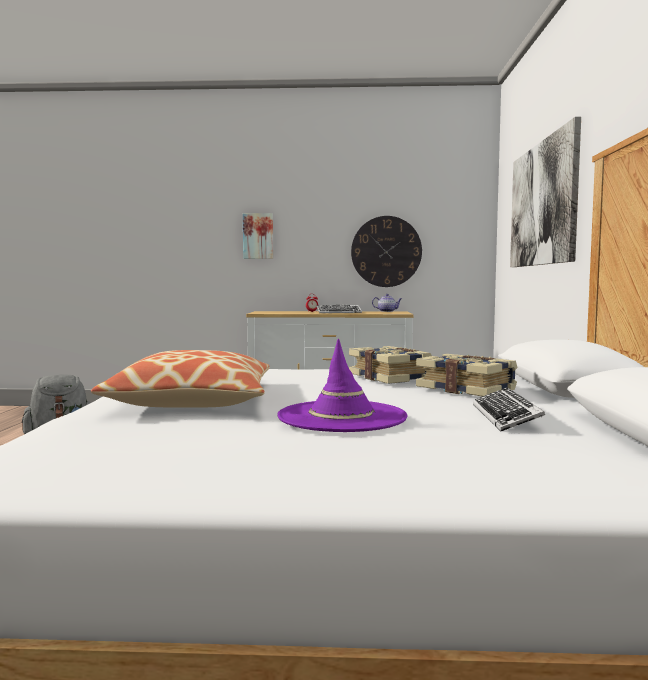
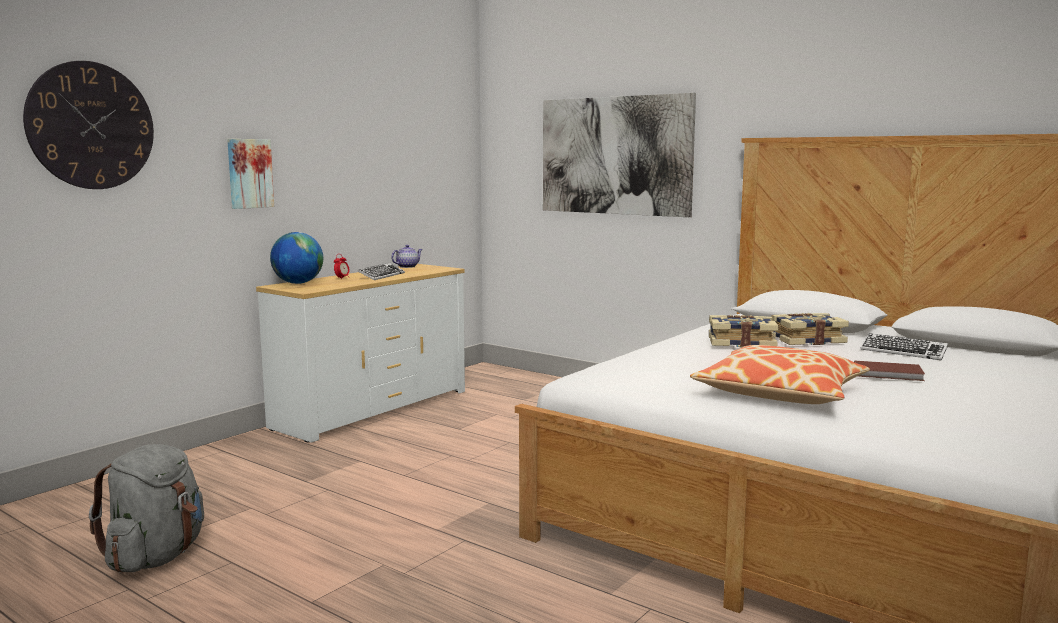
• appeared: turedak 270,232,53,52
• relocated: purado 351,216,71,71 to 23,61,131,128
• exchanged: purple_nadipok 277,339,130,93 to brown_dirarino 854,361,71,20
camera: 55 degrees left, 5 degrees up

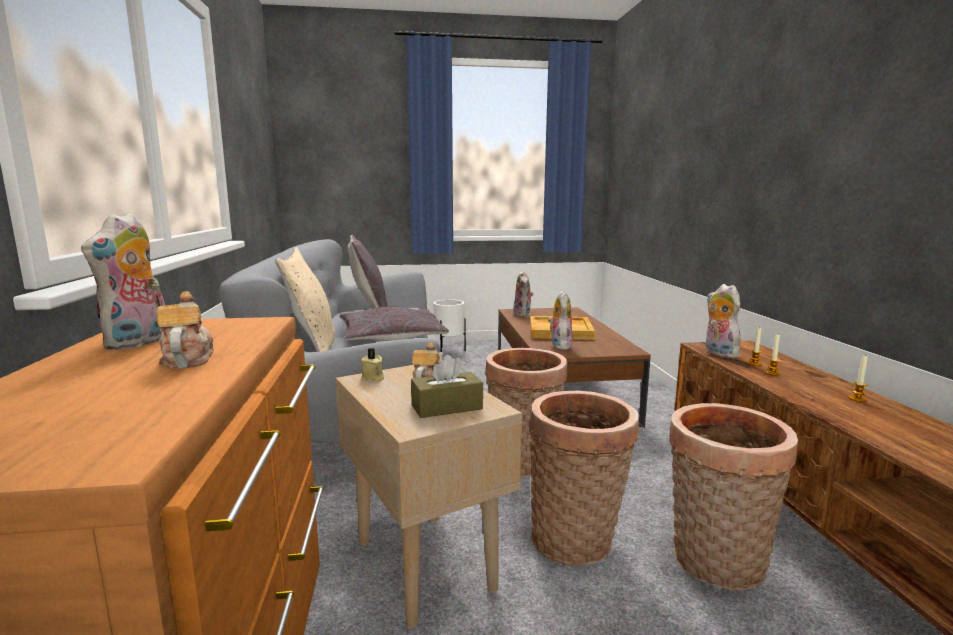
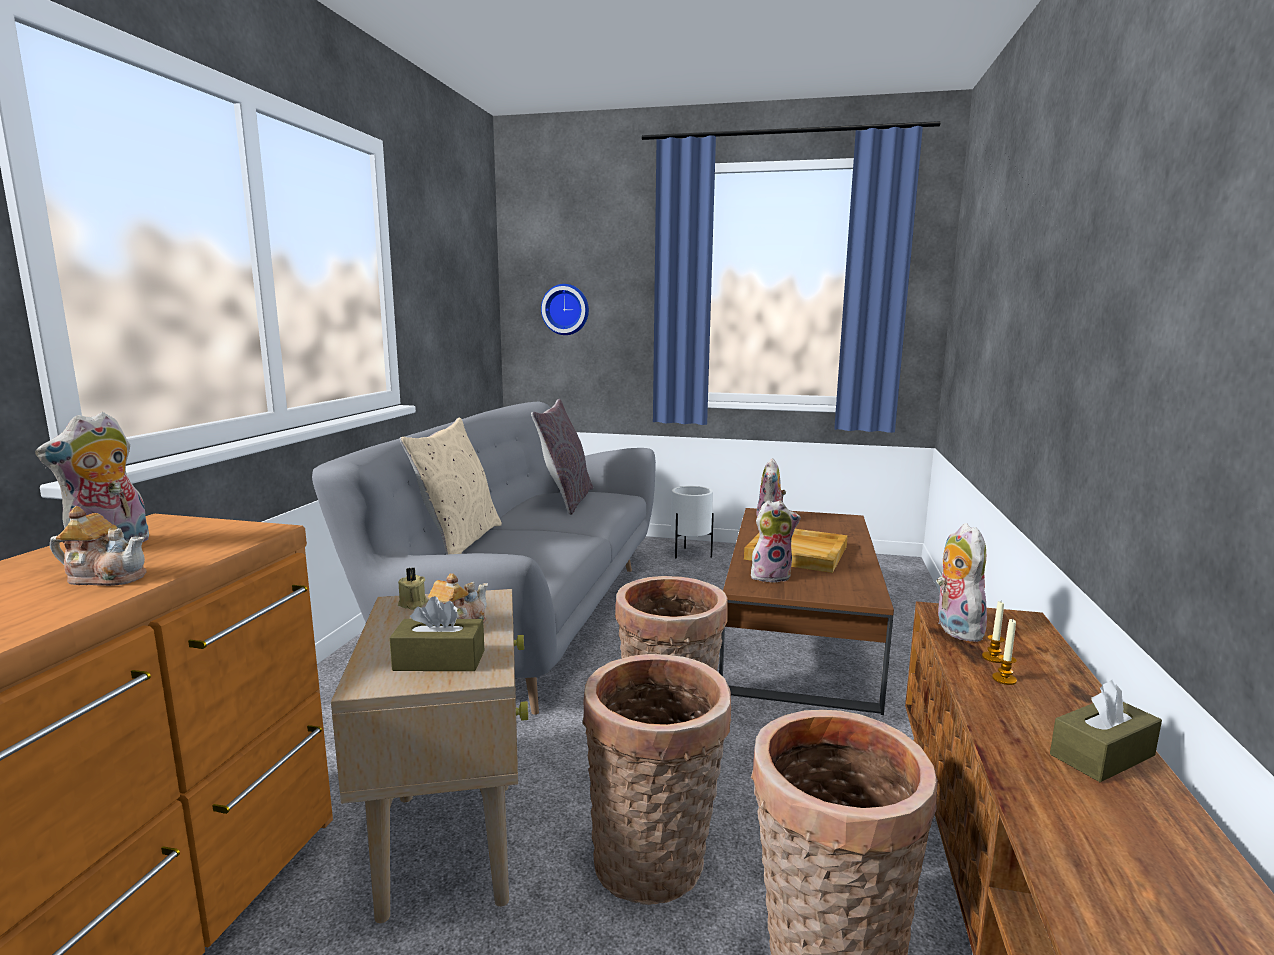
• missing: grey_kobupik 339,307,110,34
• appeared: purado 541,284,48,51
• exchanged: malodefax 848,354,20,48 to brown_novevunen 1050,680,112,102
• spun: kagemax 157,291,57,77 = 50,506,97,80 90 degrees clockwise
• spun: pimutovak 548,290,25,60 = 751,500,50,83 60 degrees clockwise
camera: 20 degrees right, 0 degrees up

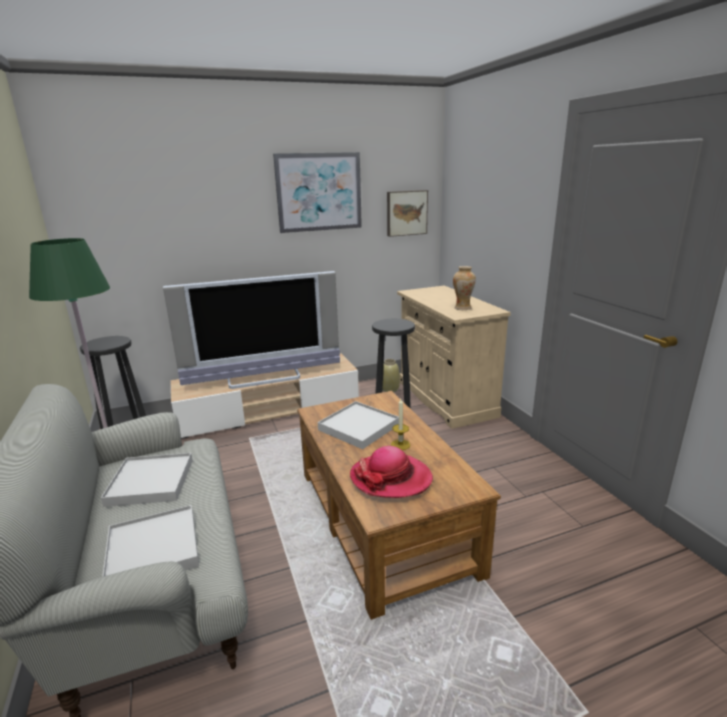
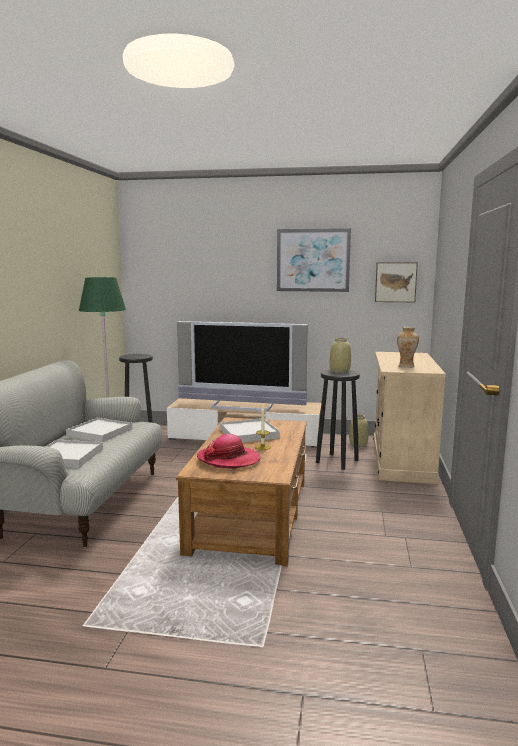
• appeared: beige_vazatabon 330,338,21,35
camera: 30 degrees right, 10 degrees down

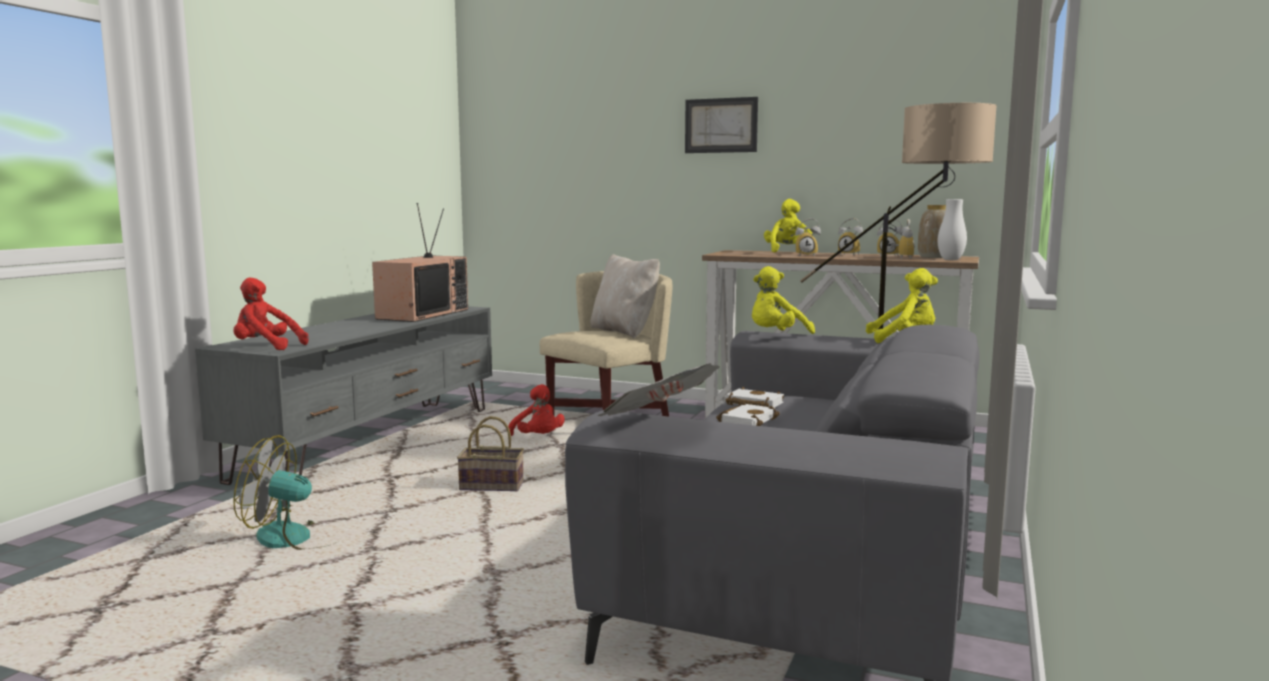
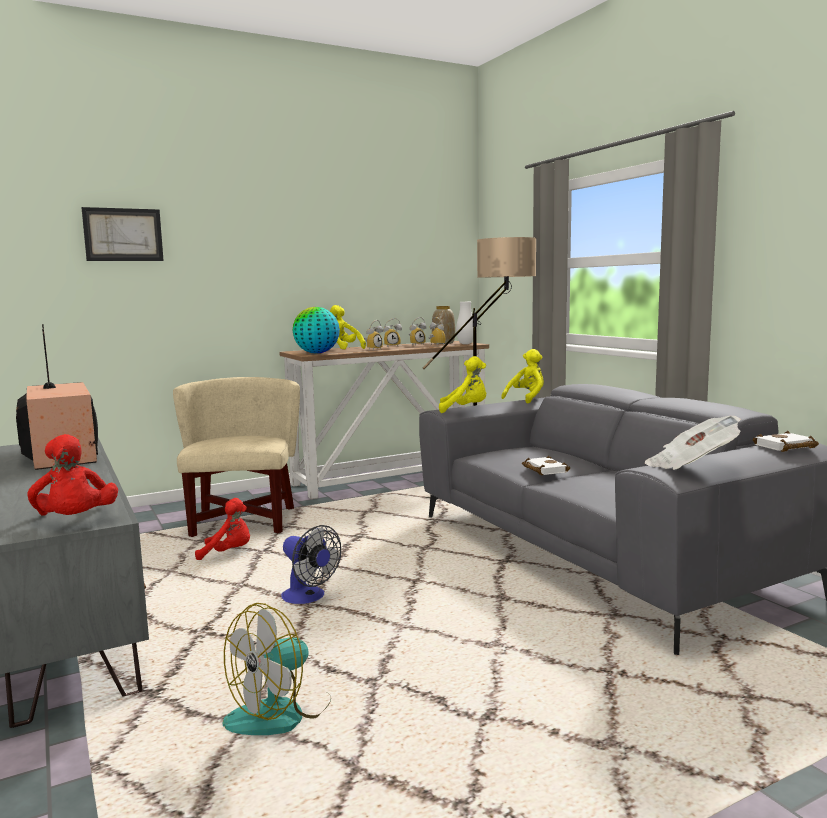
• missing: beige_kobupik 591,254,69,84
• appeared: turedak 293,307,47,47
• relocated: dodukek 685,97,73,56 to 81,207,83,54
• relocated: white_dirarino 726,387,58,21 to 753,431,66,21
• exchanged: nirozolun 457,416,67,75 to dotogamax 281,525,60,79
• spun: red_pimutovak 234,277,75,73 = 27,434,91,82 75 degrees counterclockwise
• spun: yellow_pimutovak 752,266,63,68 = 439,356,47,57 90 degrees counterclockwise
camera: 50 degrees left, 0 degrees up

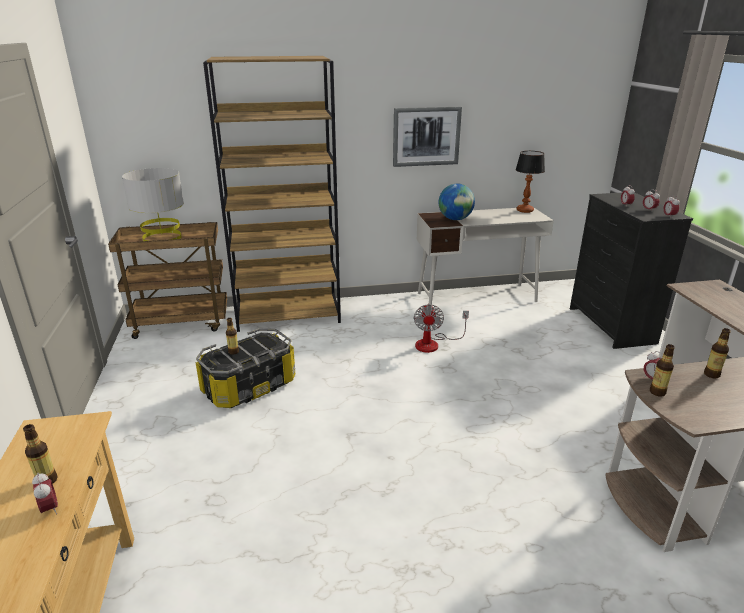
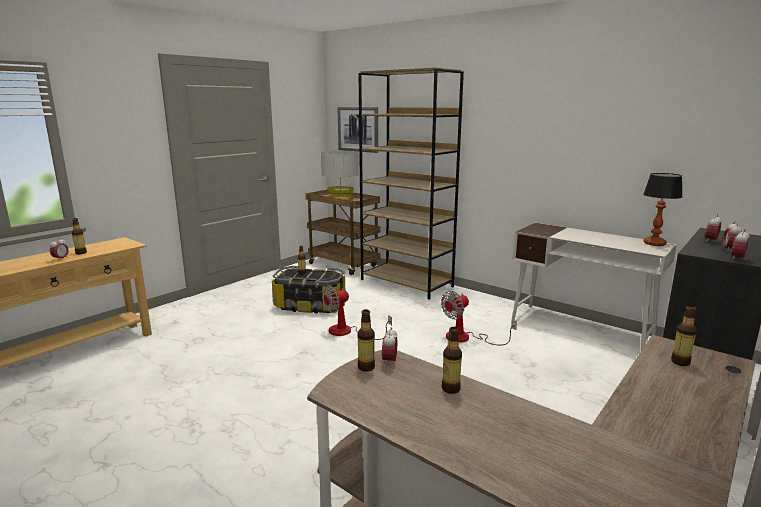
• missing: turedak 439,184,36,36
• appeared: dotogamax 322,285,70,55
• appeared: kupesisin 671,305,26,61
• relocated: dodukek 393,107,69,60 to 337,107,41,46
camera: 50 degrees right, 10 degrees down

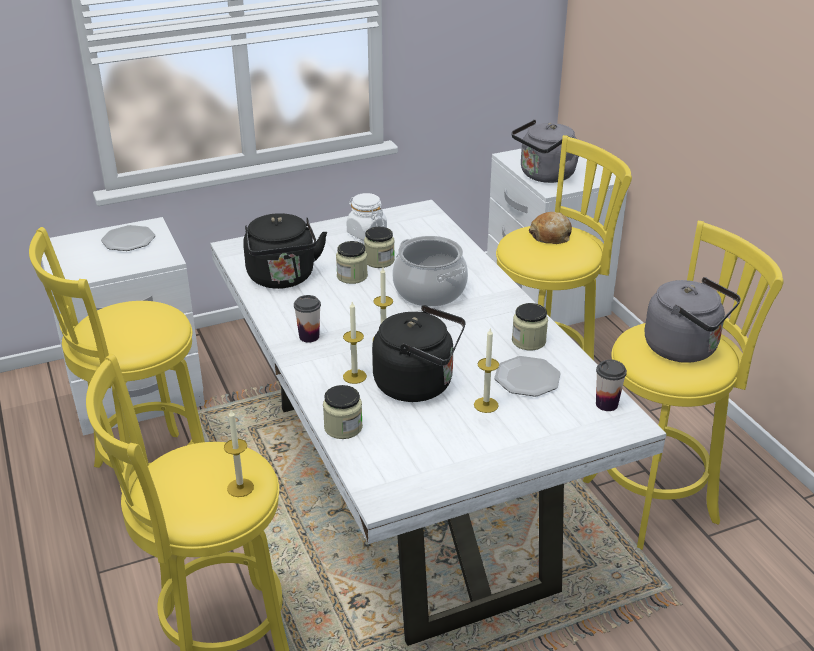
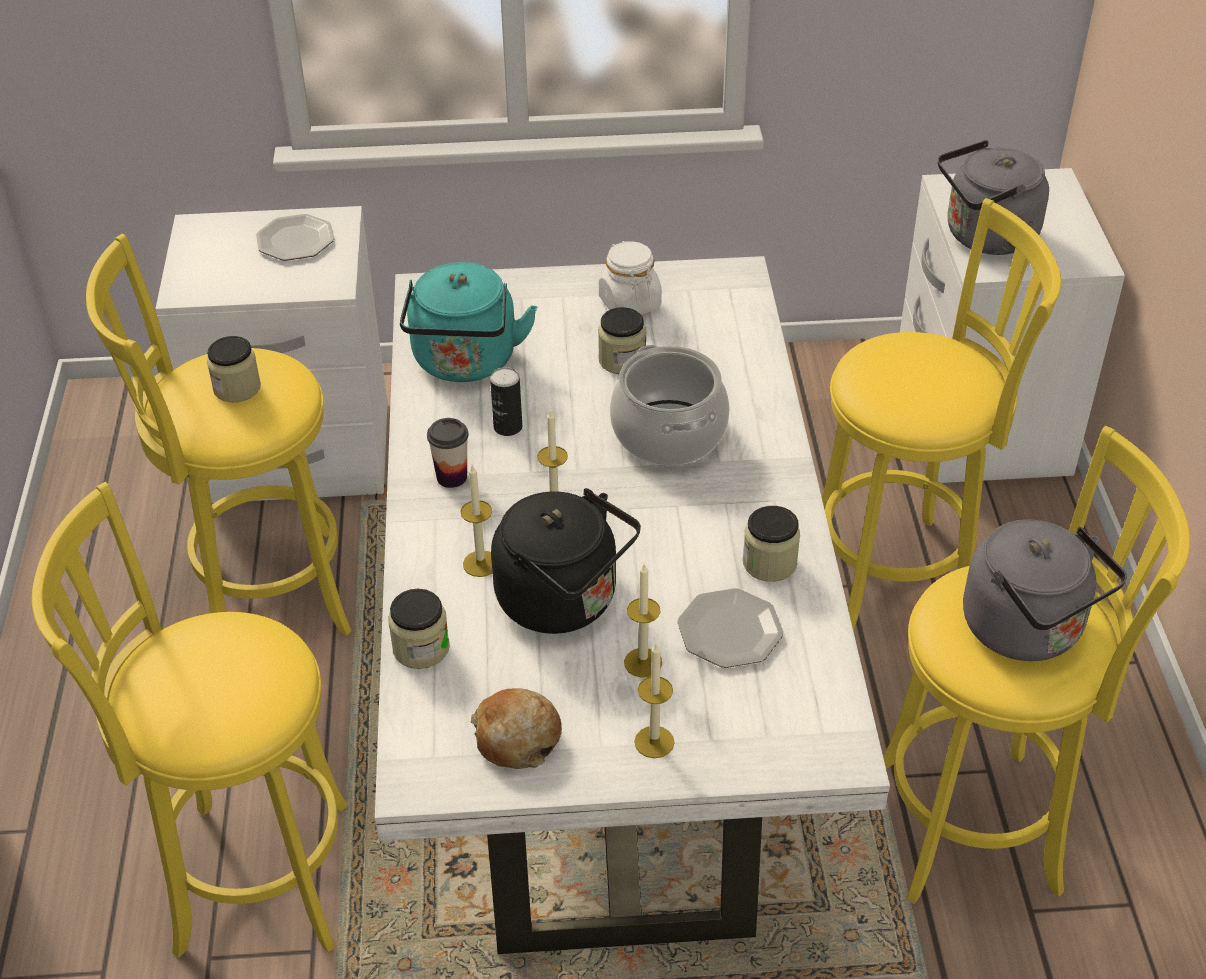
• missing: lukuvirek 596,359,31,52
• appeared: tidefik 490,367,32,69
• relocated: malodefax 224,410,30,87 to 634,644,41,114
• relocated: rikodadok 336,241,32,43 to 207,336,54,66
• relocated: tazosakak 529,212,43,32 to 470,688,92,81
• colour: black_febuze 243,213,84,76 to turquoise_febuze 400,262,137,120
camera: 20 degrees right, 10 degrees up

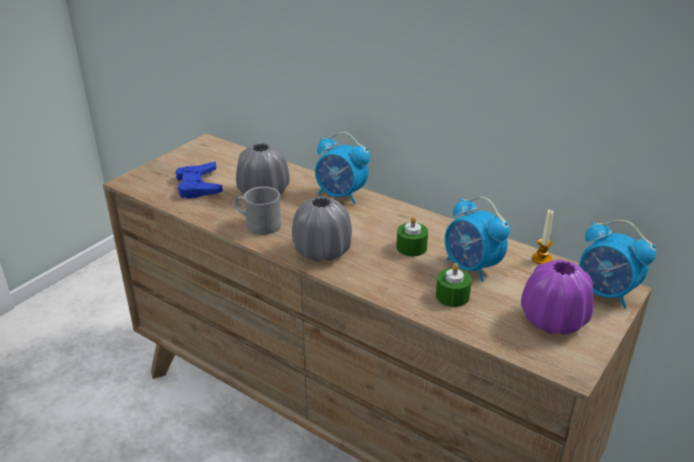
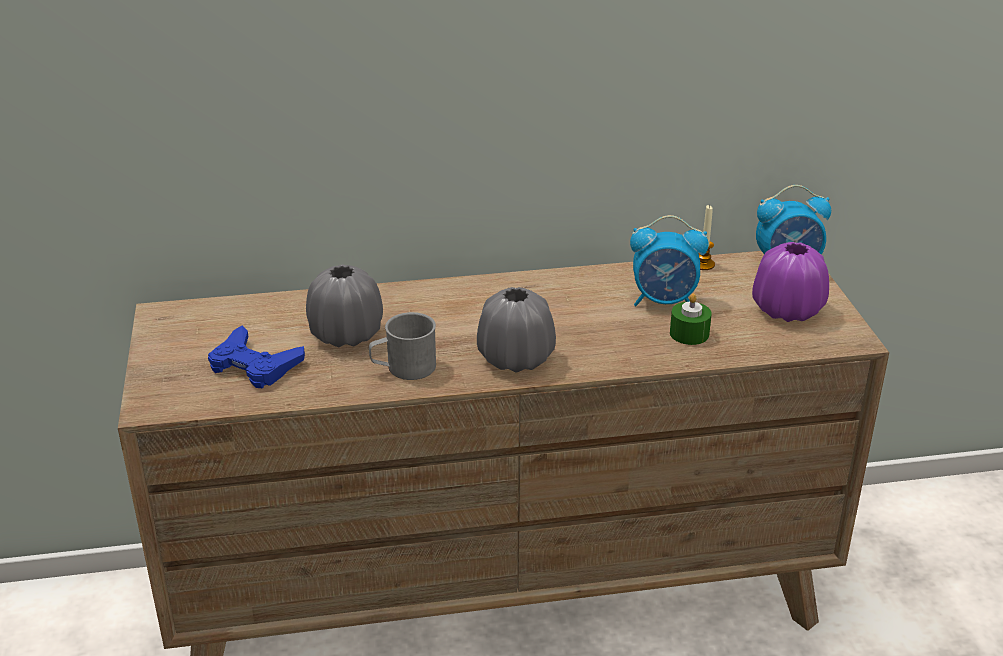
• missing: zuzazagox 315,132,55,72
• missing: green_malodefax 396,216,32,41
camera: 45 degrees left, 0 degrees up

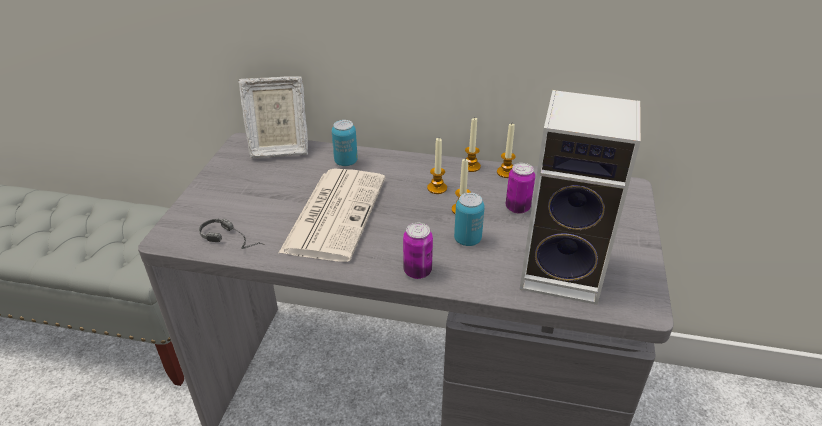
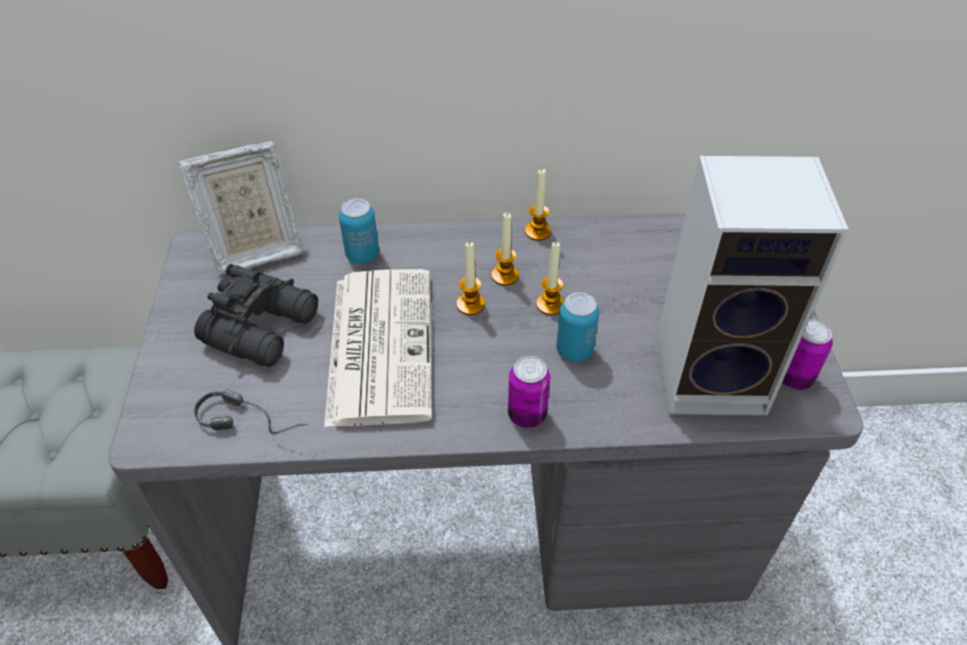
• appeared: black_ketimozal 194,264,124,103
• relocated: malodefax 497,124,19,54 to 456,241,29,74
• relocated: tidefik 506,163,29,51 to 782,319,51,71
camera: 15 degrees left, 10 degrees up

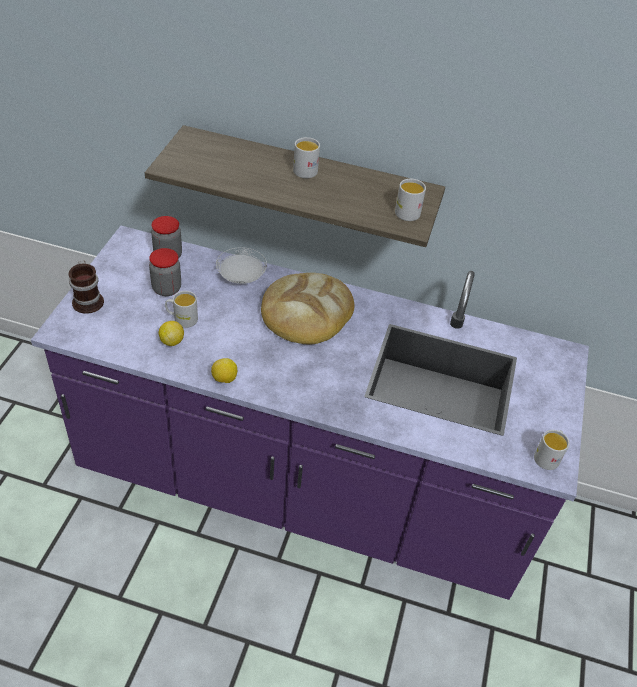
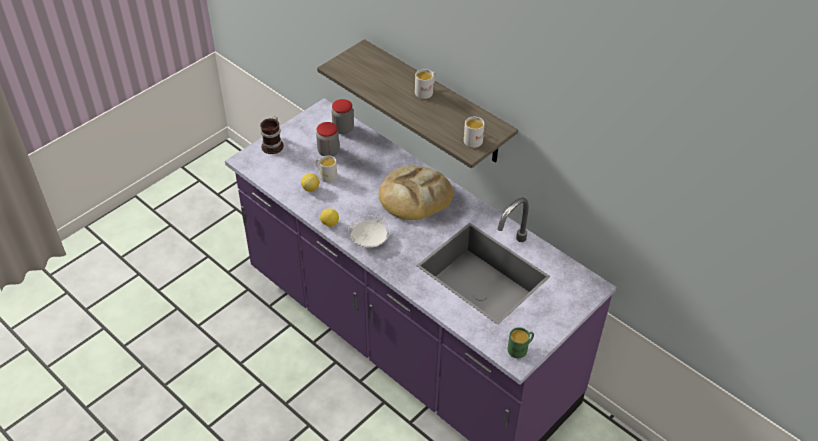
• relocated: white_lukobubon 216,247,51,37 to 348,215,42,33
• colour: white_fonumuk 534,430,35,40 to green_fonumuk 507,327,27,31
camera: 30 degrees right, 0 degrees up

